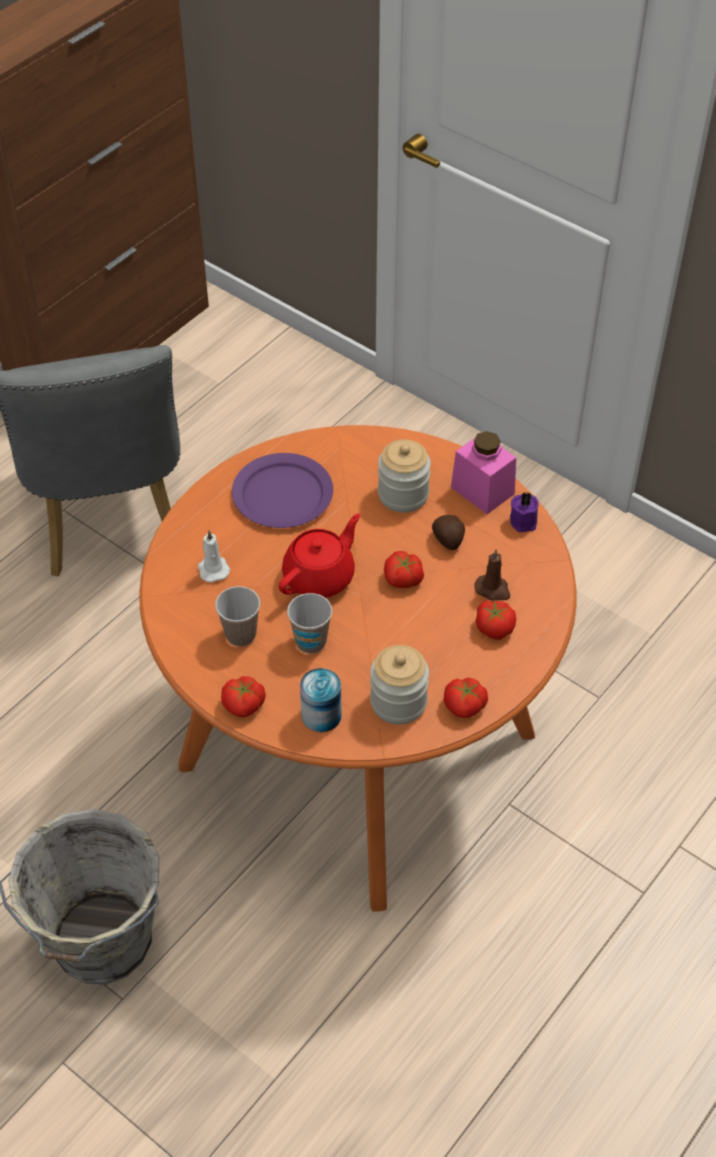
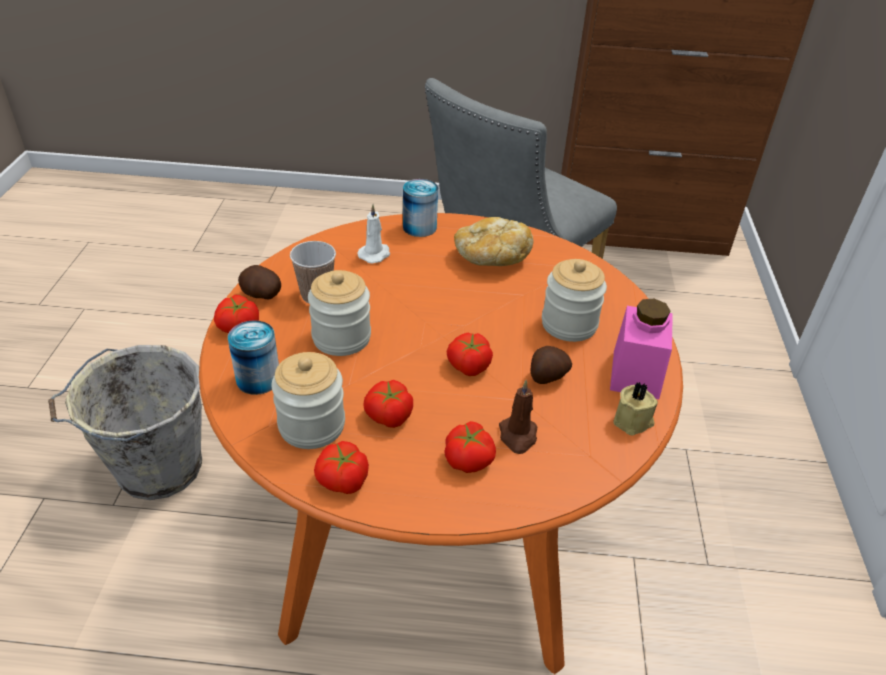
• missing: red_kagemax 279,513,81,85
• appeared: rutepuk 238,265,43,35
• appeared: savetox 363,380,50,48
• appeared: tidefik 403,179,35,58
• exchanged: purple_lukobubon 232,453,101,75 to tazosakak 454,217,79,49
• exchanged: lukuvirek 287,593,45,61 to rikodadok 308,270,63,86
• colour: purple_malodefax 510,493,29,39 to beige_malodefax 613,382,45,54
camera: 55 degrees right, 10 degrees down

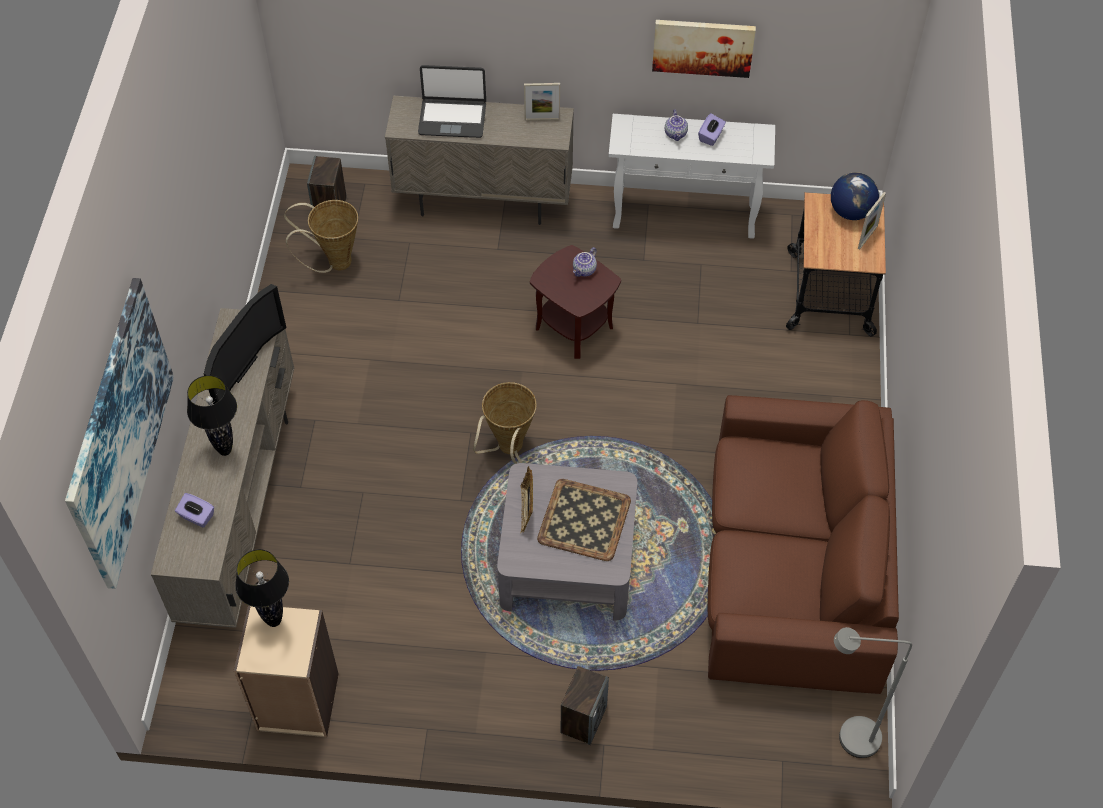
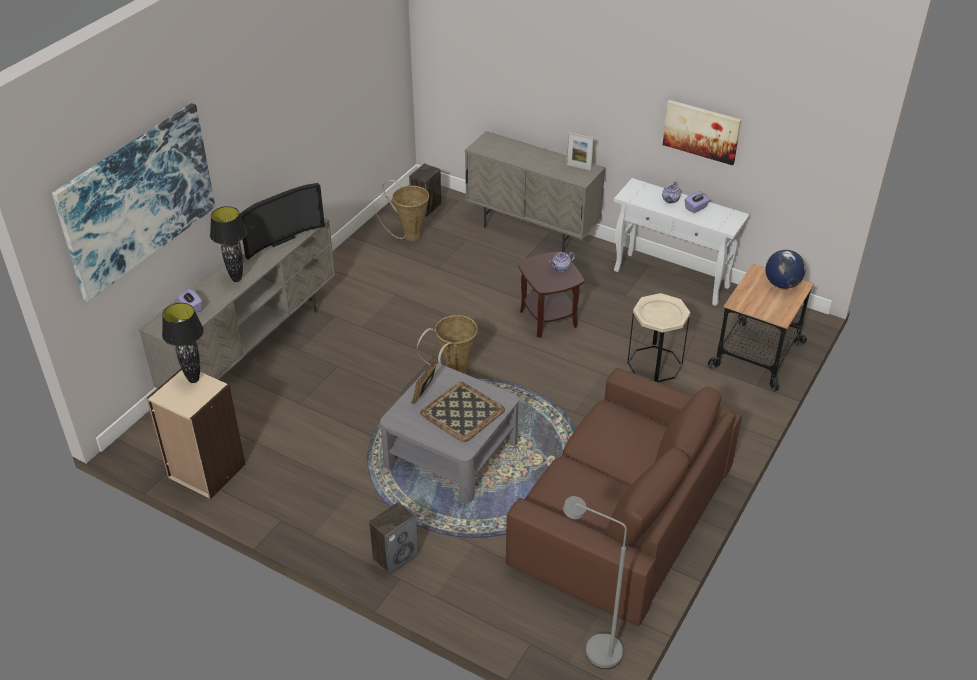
• missing: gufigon 418,65,68,73
• missing: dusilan 858,192,28,57
• appeared: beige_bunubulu 627,293,63,89
camera: 25 degrees right, 15 degrees down

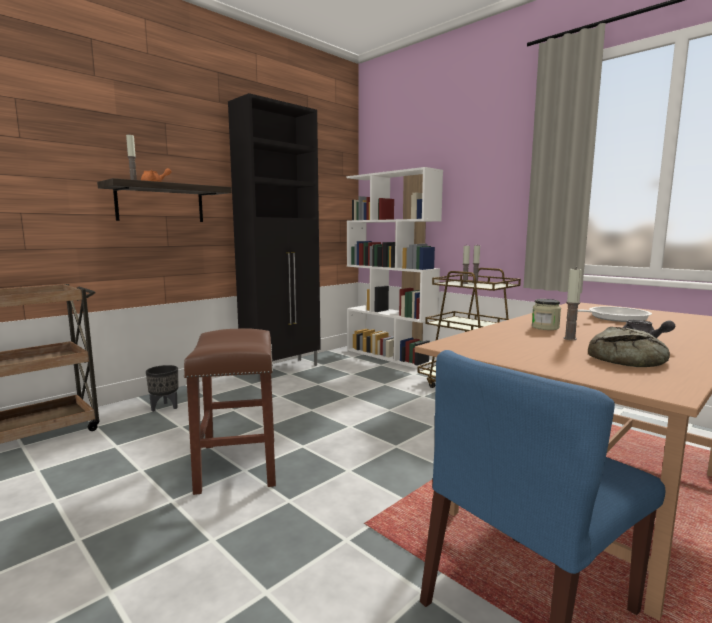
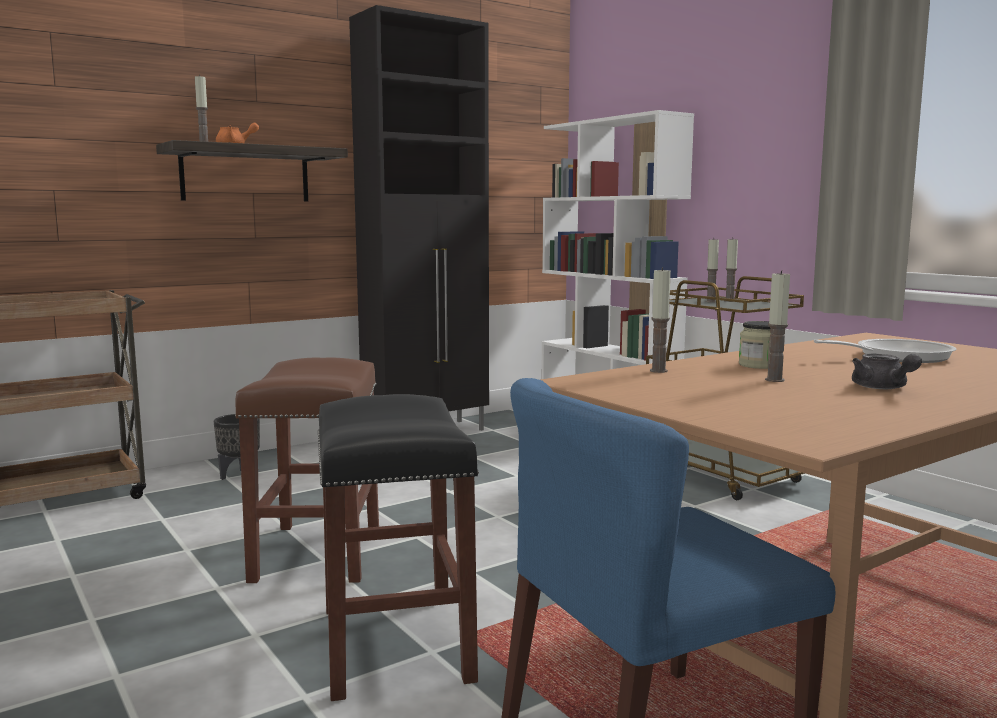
• missing: tazosakak 588,327,82,40
• appeared: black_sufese 318,394,161,307
• appeared: malodefax 650,267,21,106
camera: 10 degrees right, 0 degrees up

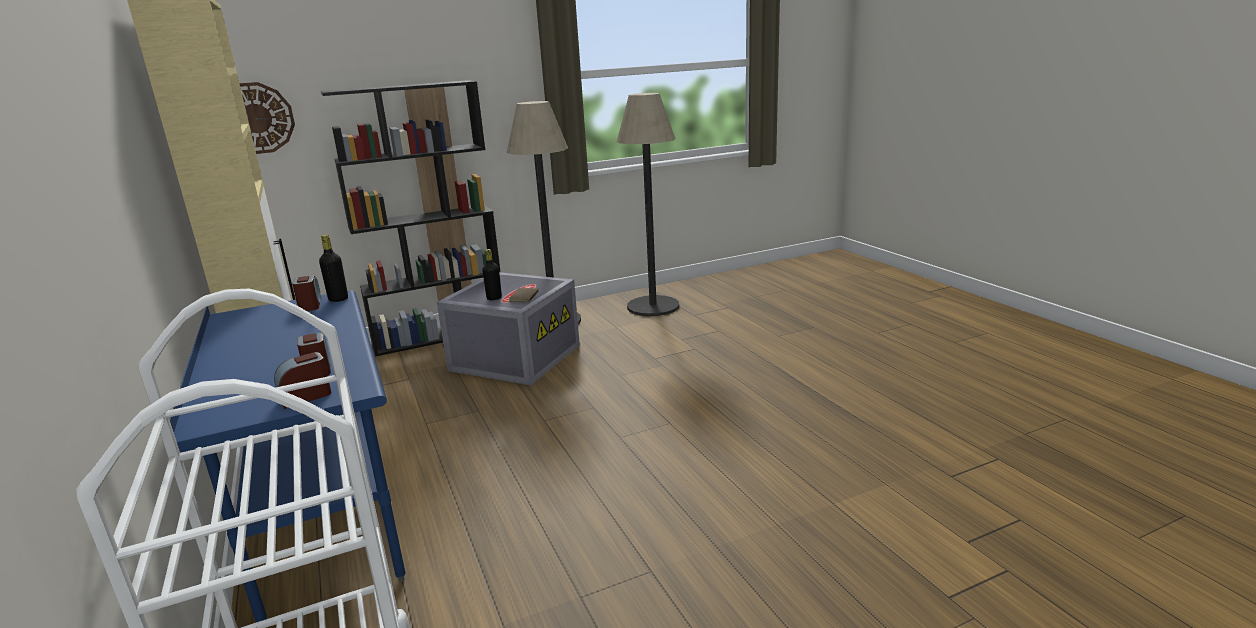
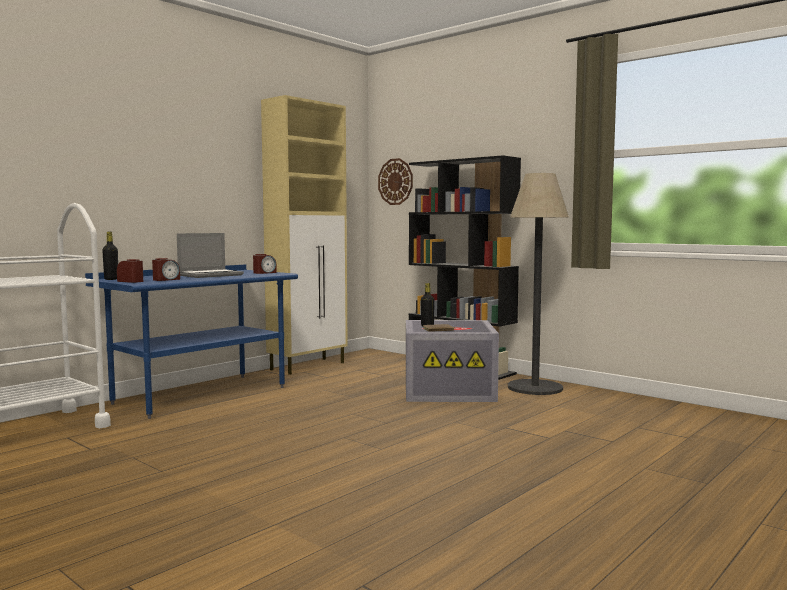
• missing: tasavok 617,93,62,223
• appeared: gufigon 177,233,67,45
• relocated: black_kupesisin 319,234,29,68 to 102,232,16,48
camera: 65 degrees right, 15 degrees down

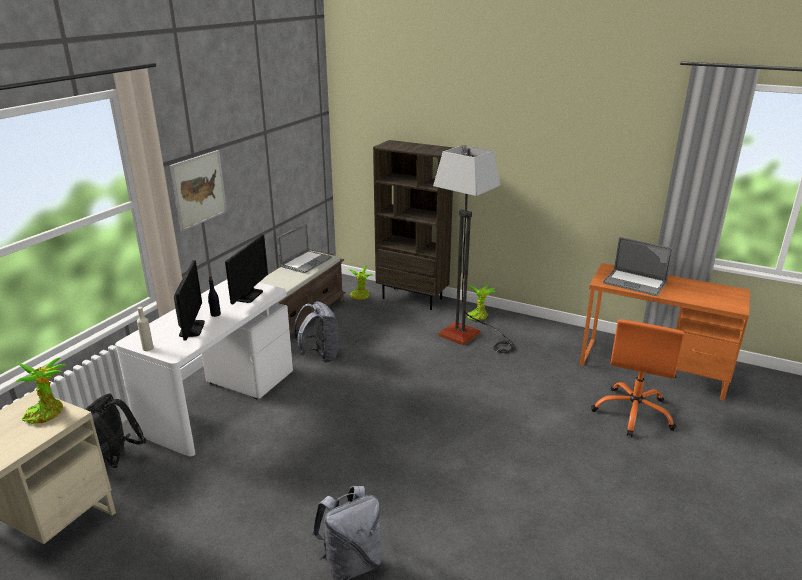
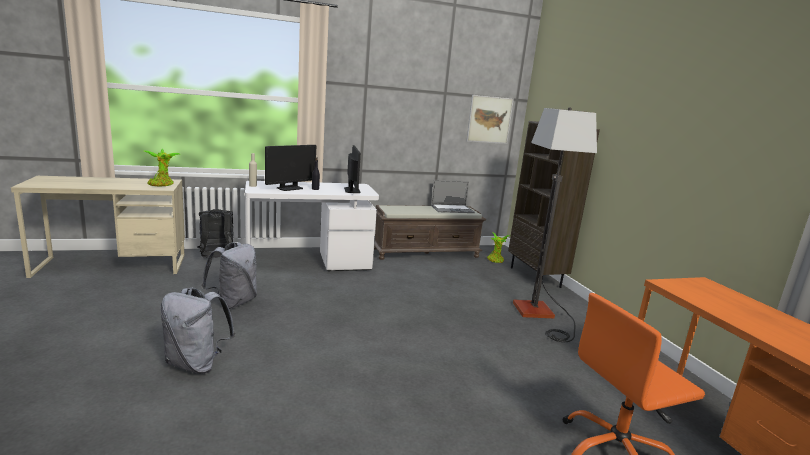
• missing: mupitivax 467,285,29,36
• missing: gufigon 603,237,70,59
• relocated: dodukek 170,150,57,82 to 467,95,47,49
• relocated: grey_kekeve 293,301,45,61 to 201,242,56,67
• spun: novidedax 225,235,43,69 = 344,145,17,48 75 degrees counterclockwise
camera: 45 degrees right, 10 degrees down

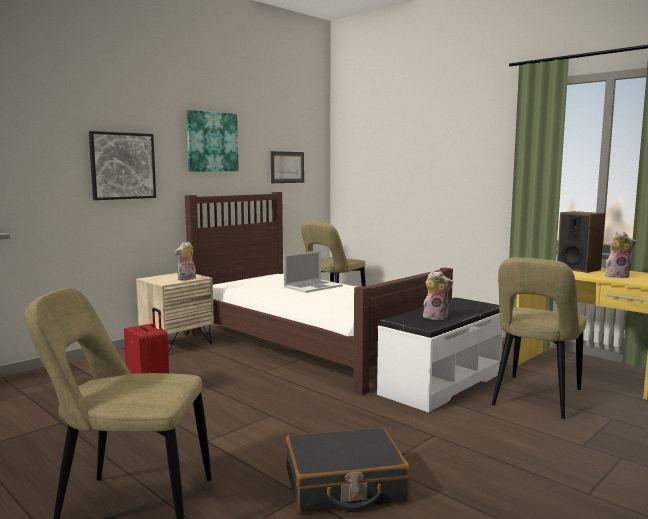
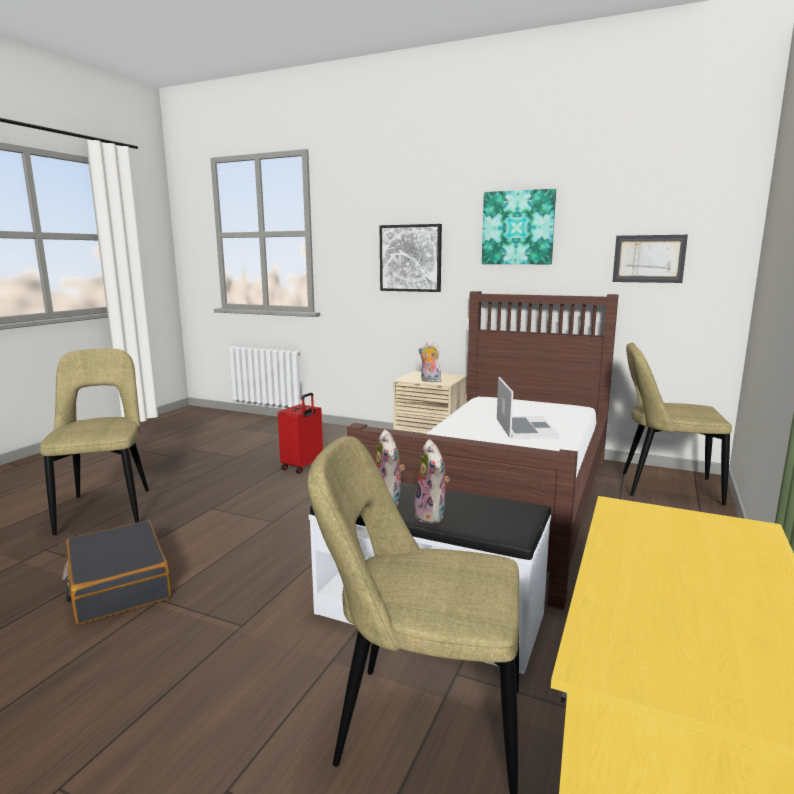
• missing: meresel 557,211,48,62
• relocated: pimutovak 605,231,32,47 to 414,439,36,84
• spun: gufigon 284,250,59,43 = 497,377,63,62 120 degrees counterclockwise
camera: 70 degrees right, 5 degrees up

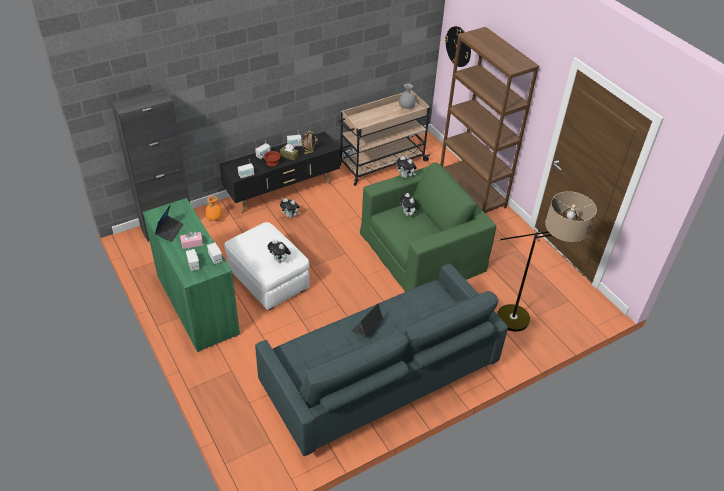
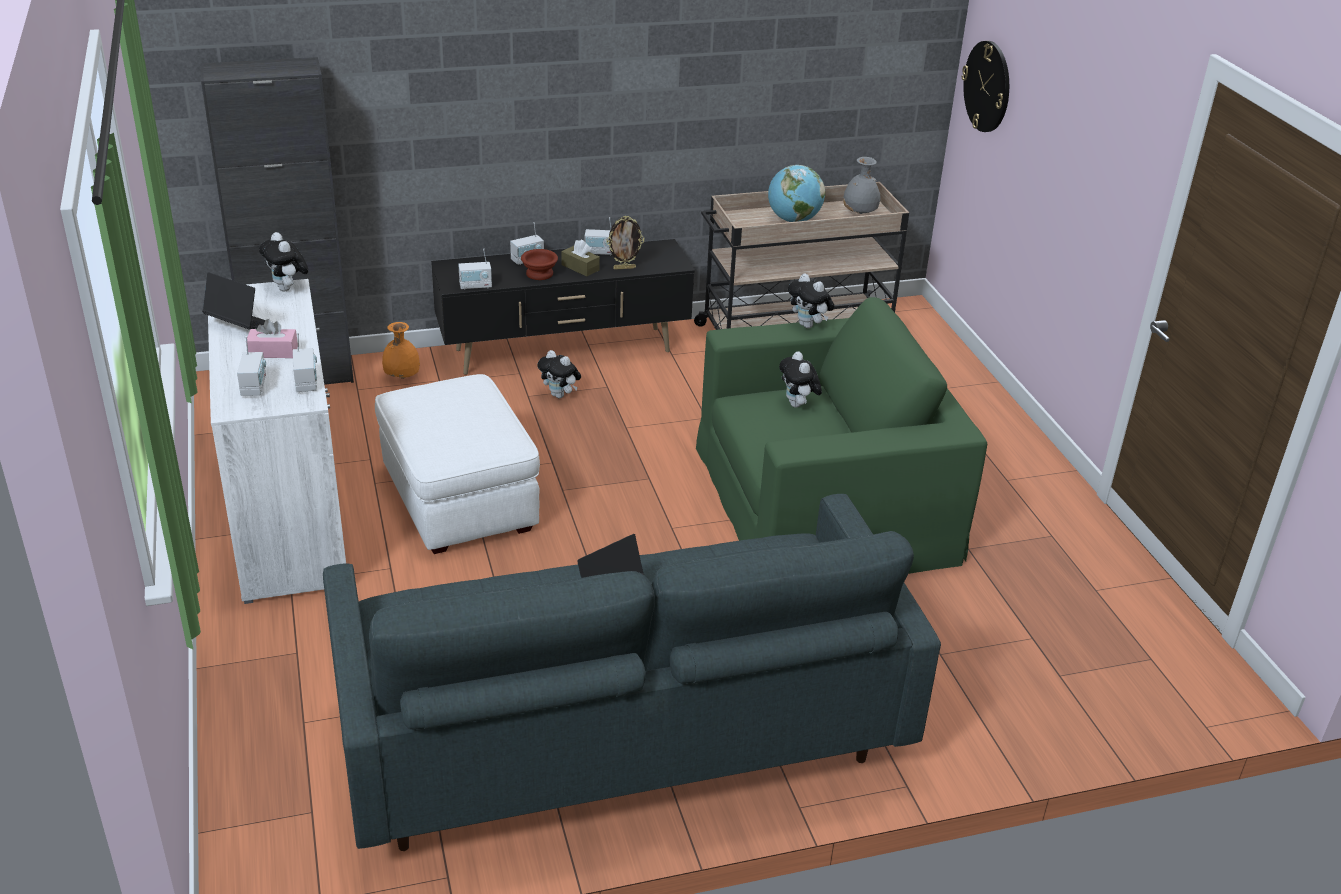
• missing: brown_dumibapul 440,27,99,186
• missing: tasavok 494,191,103,141
• appeared: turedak 768,165,57,57
• relocated: pimutovak 267,239,24,24 to 259,232,50,59
• colour: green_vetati 143,198,97,154 to white_vetati 208,279,138,325
• spun: gufigon 155,204,29,38 = 202,272,64,58 90 degrees counterclockwise
camera: 15 degrees right, 10 degrees down

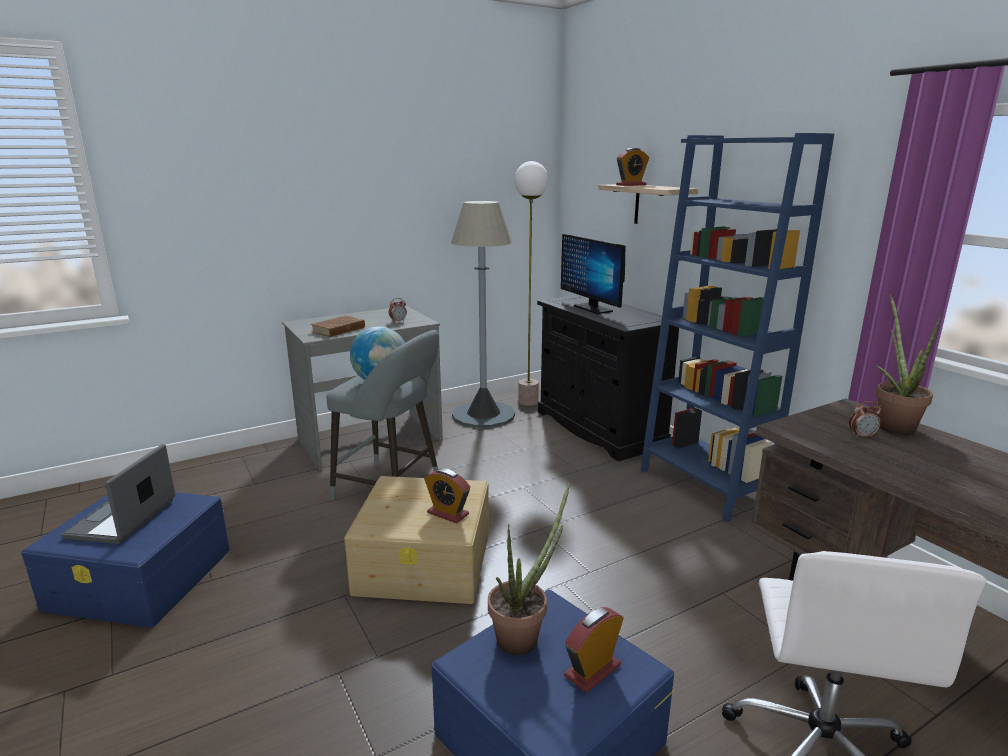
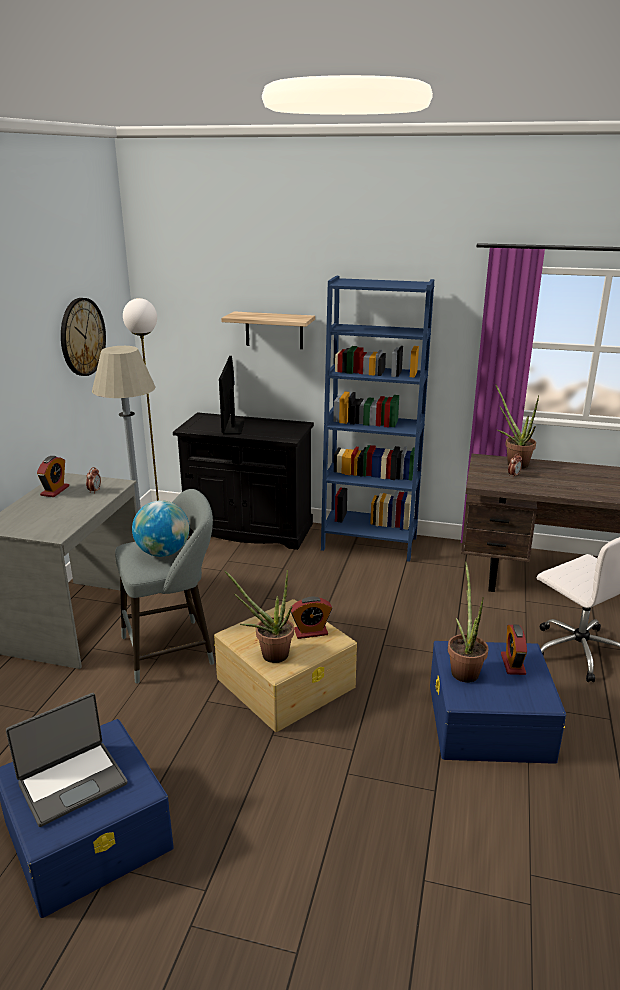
• missing: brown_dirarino 310,316,55,21
• appeared: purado 61,298,45,78
• appeared: mupitivax 224,570,70,93
• relocated: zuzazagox 616,148,33,38 to 37,456,32,41
• spun: gufigon 62,444,114,100 = 6,693,121,134 90 degrees counterclockwise
• spun: novidedax 561,234,64,80 = 219,356,25,78 75 degrees clockwise
camera: 45 degrees left, 5 degrees up

